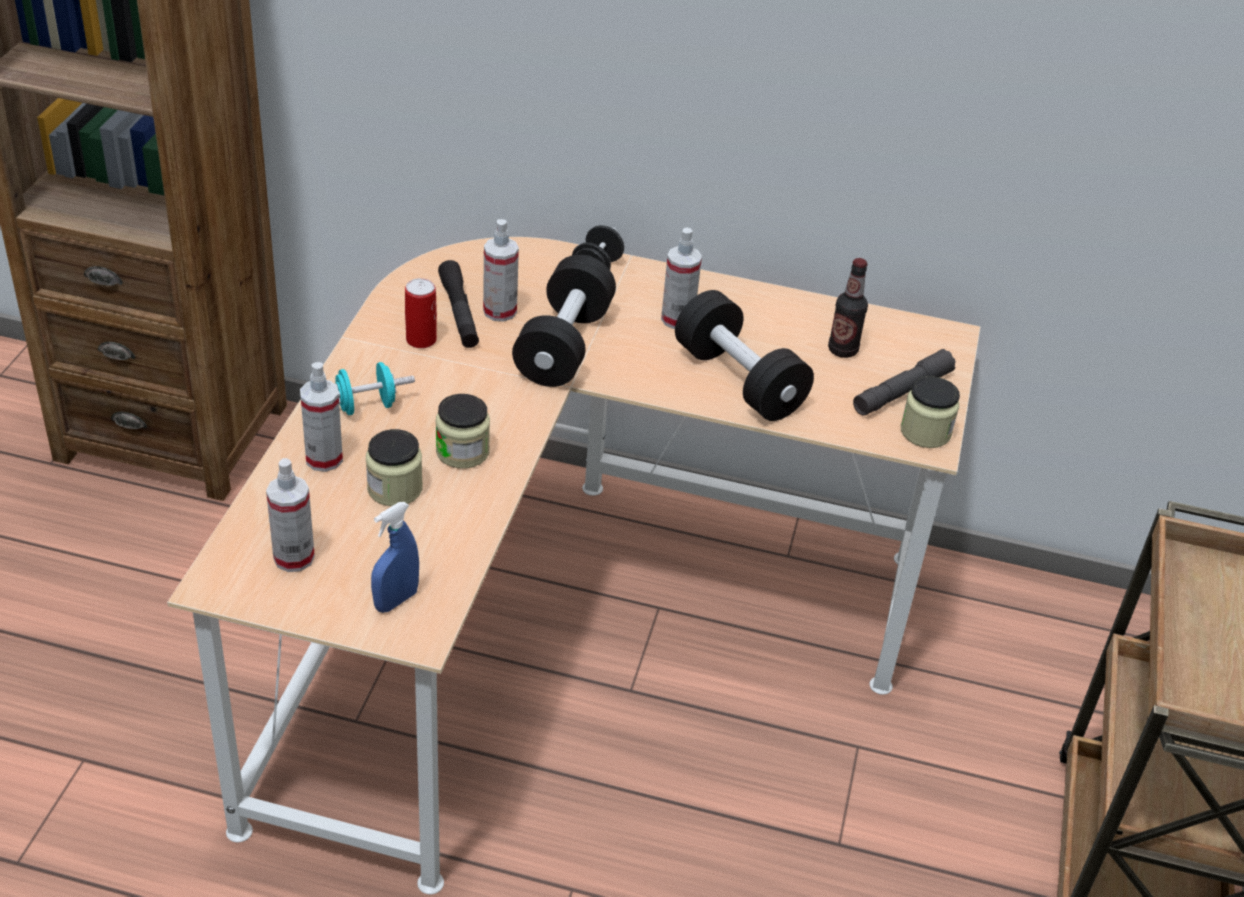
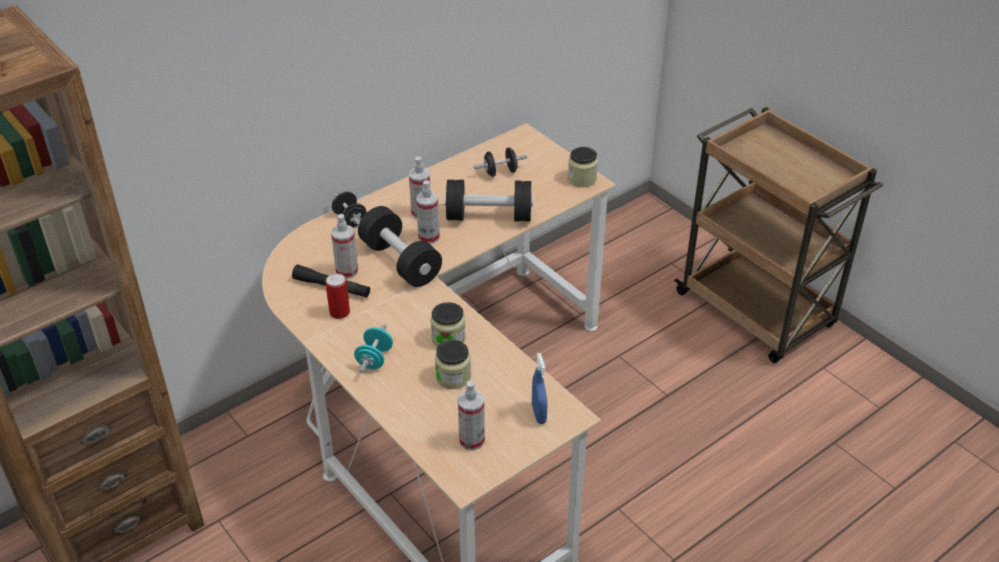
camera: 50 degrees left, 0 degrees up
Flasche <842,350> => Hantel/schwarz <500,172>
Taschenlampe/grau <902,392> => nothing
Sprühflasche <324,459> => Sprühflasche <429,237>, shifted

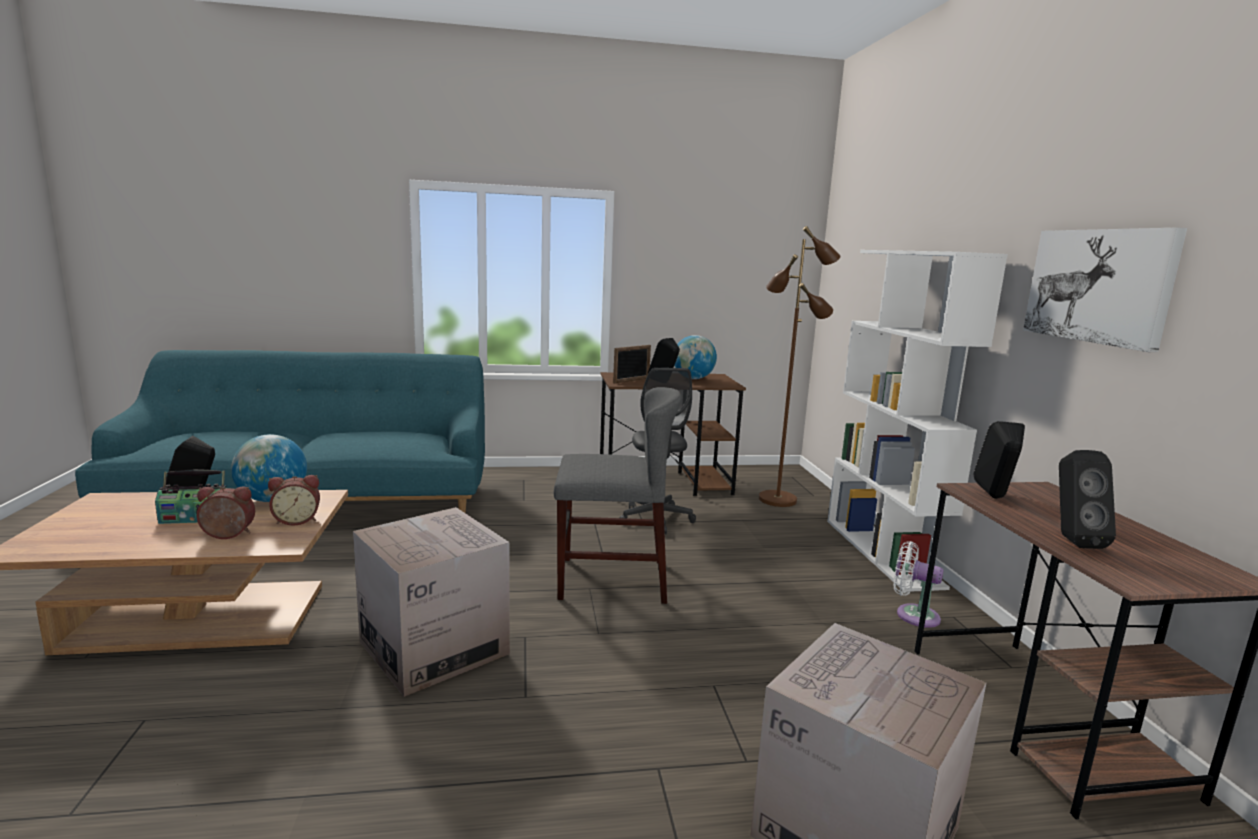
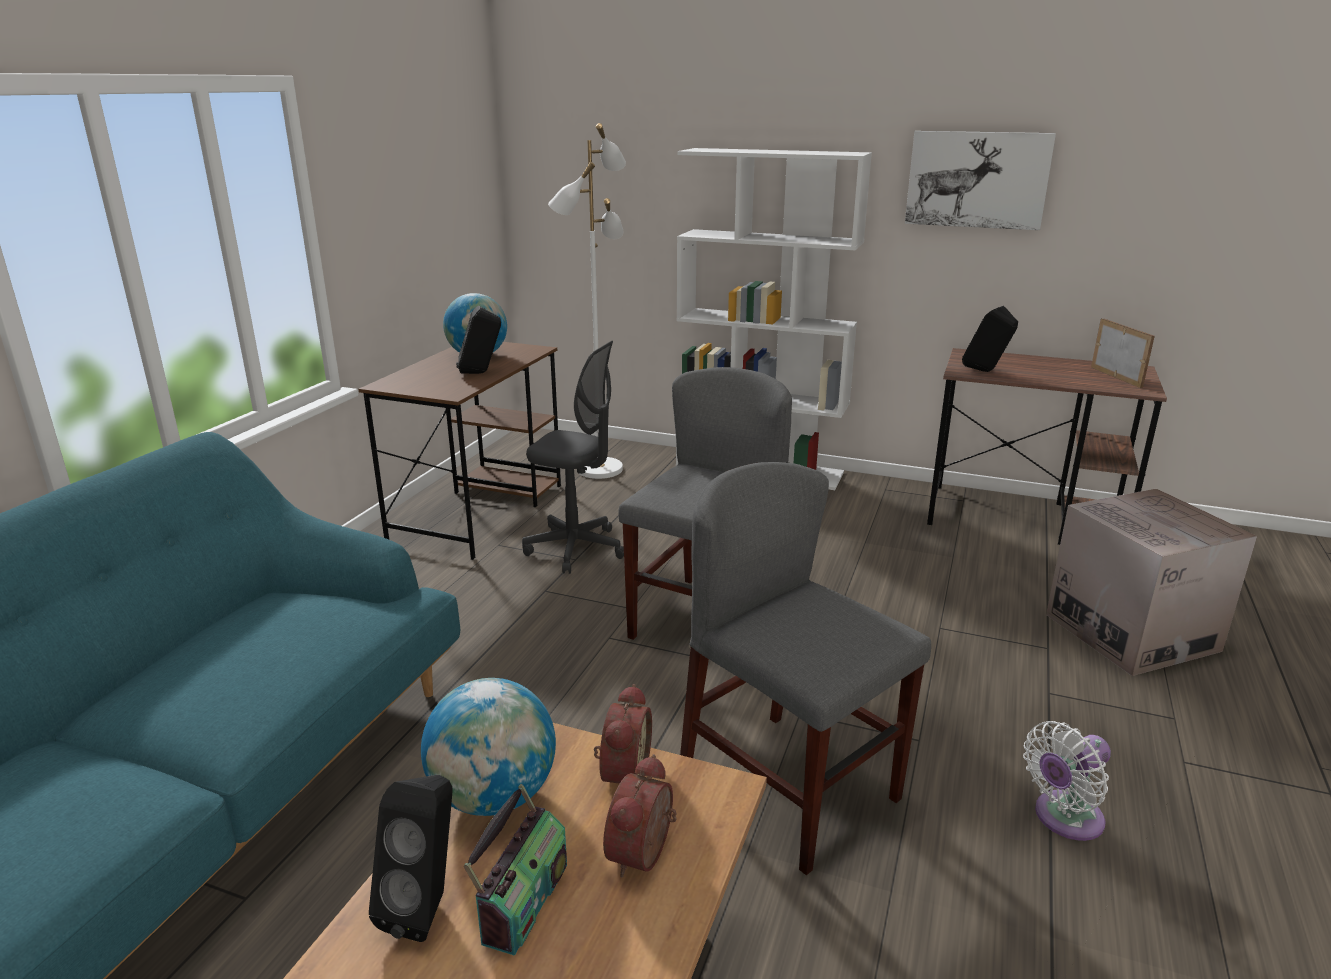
camera: 60 degrees left, 10 degrees up
Stehlampe/braun <778,499> => Stehlampe/weiß <599,469>
Bilderrahmen <631,380> => Bilderrahmen <1116,377>, shifted
Lautsprecher/schwarz <1071,540> => nothing
Karton <434,647> => Stuhl/grau <789,788>
Ventilator/weiß <913,615> => Ventilator/weiß <1063,819>, shifted

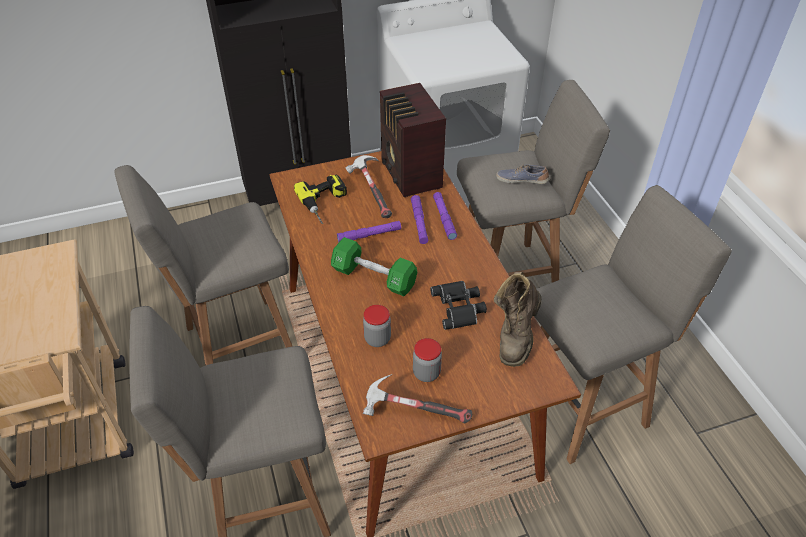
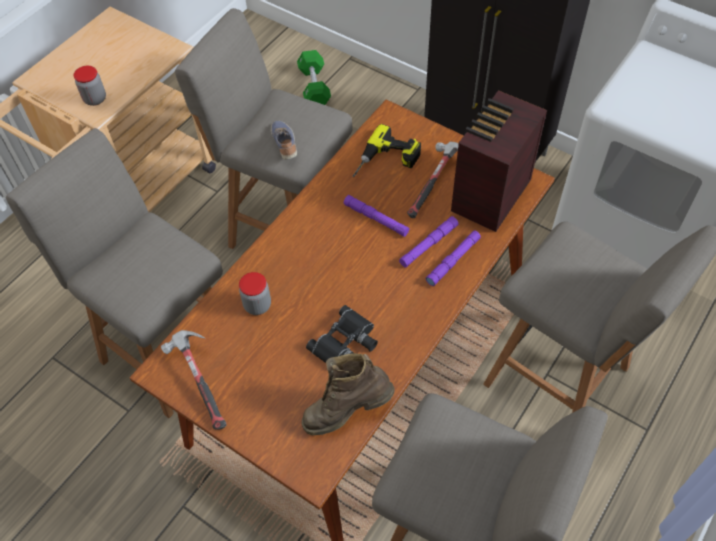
camera: 55 degrees right, 10 degrees up
Schuh <522,180> => Schuh <285,144>, shifted
Hantel/grün <374,277> => Hantel/grün <314,87>, shifted
Vorratsglas <426,373> => Vorratsglas <95,99>, shifted

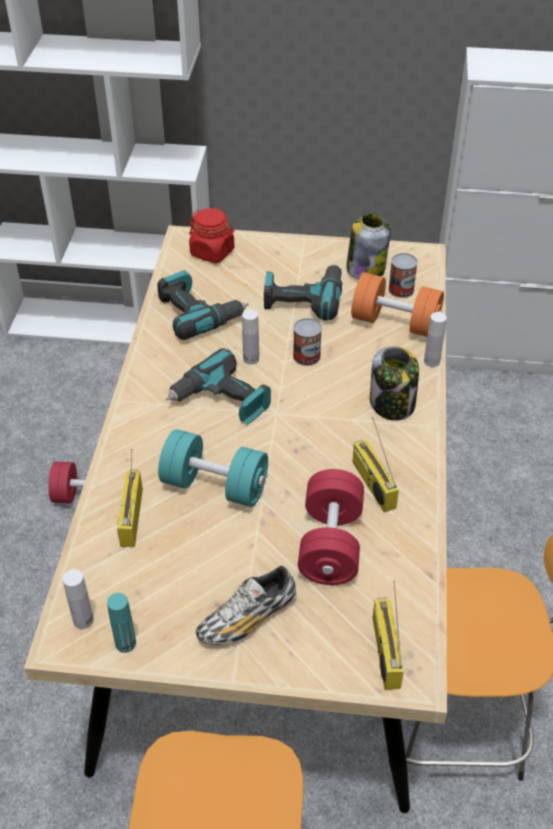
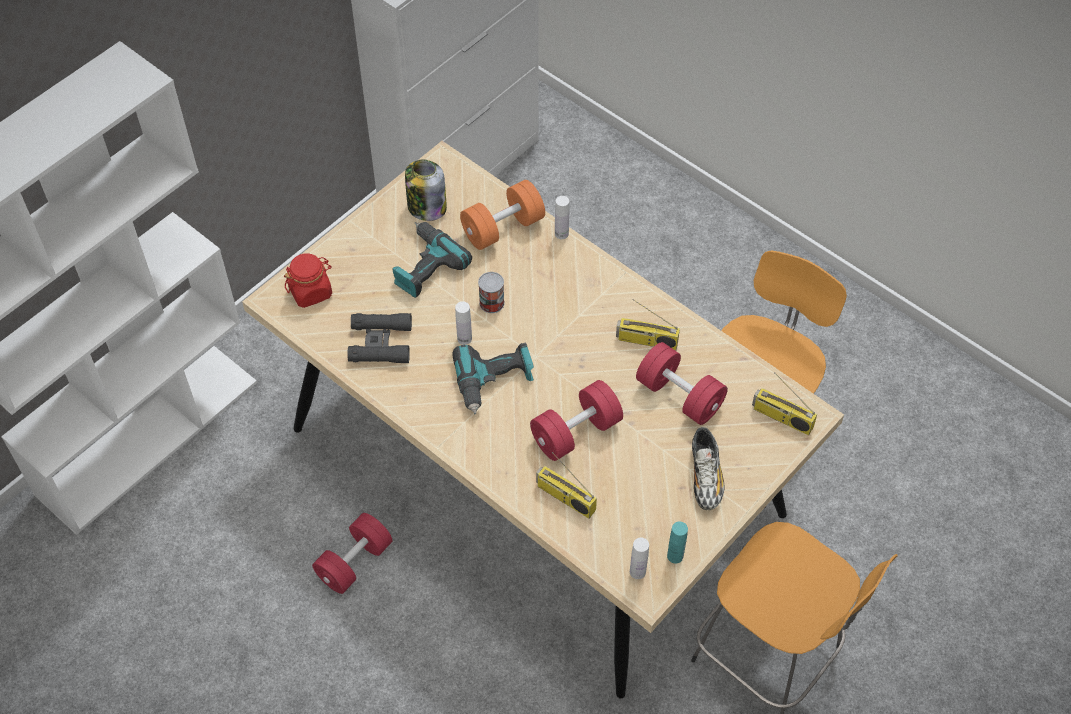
camera: 55 degrees left, 10 degrees up
Dose <401,289> => nothing
Bohrmaschine <198,313> => Fernglas/schwarz <380,343>
Vorratsglas <392,404> => nothing
Hantel/türkis <214,485> => Hantel/rot <576,432>

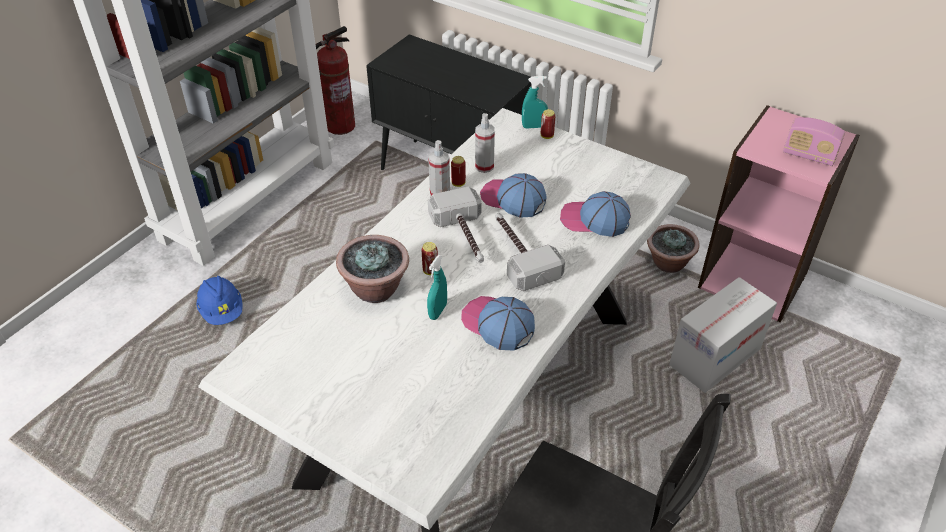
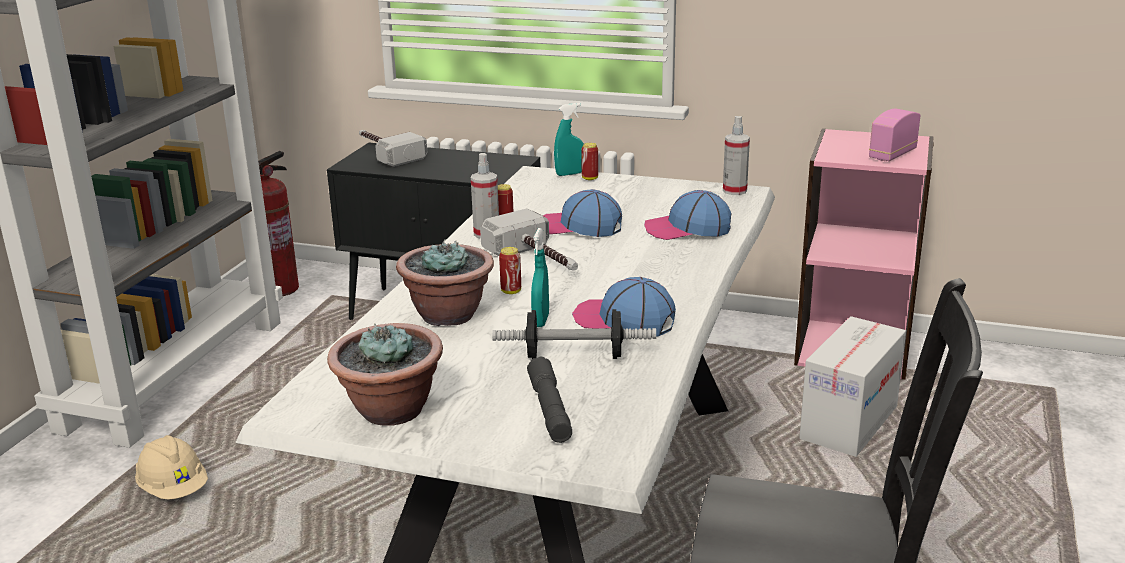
camera: 15 degrees left, 20 degrees down
Sprühflasche <484,166> => Sprühflasche <734,191>, shifted
Radio <808,156> => Radio <892,154>, 120 degrees clockwise
Hammer <519,254> => Hammer <385,153>, shifted
Topfpflanze <668,264> => Topfpflanze <391,411>, shifted
Schutzhelm/blau <222,311> => Schutzhelm/beige <174,489>
nothing => Hantel <574,356>
nothing => Taschenlampe/grau <550,409>

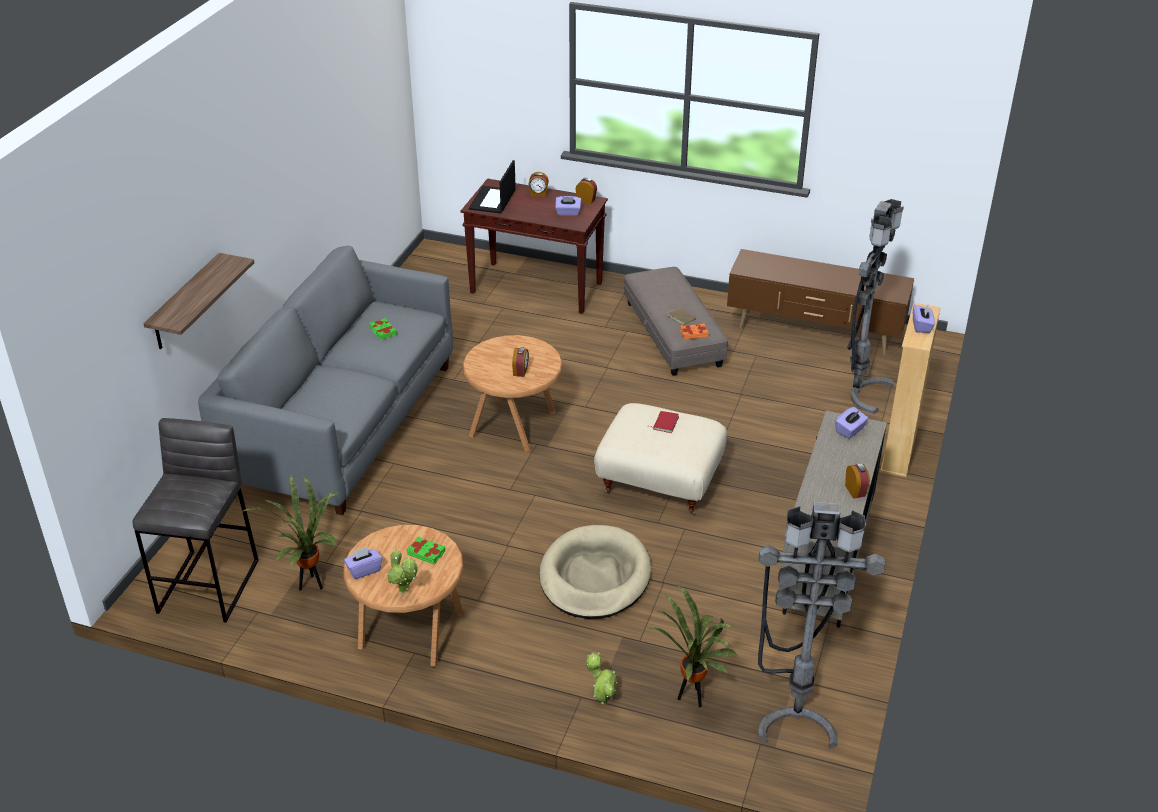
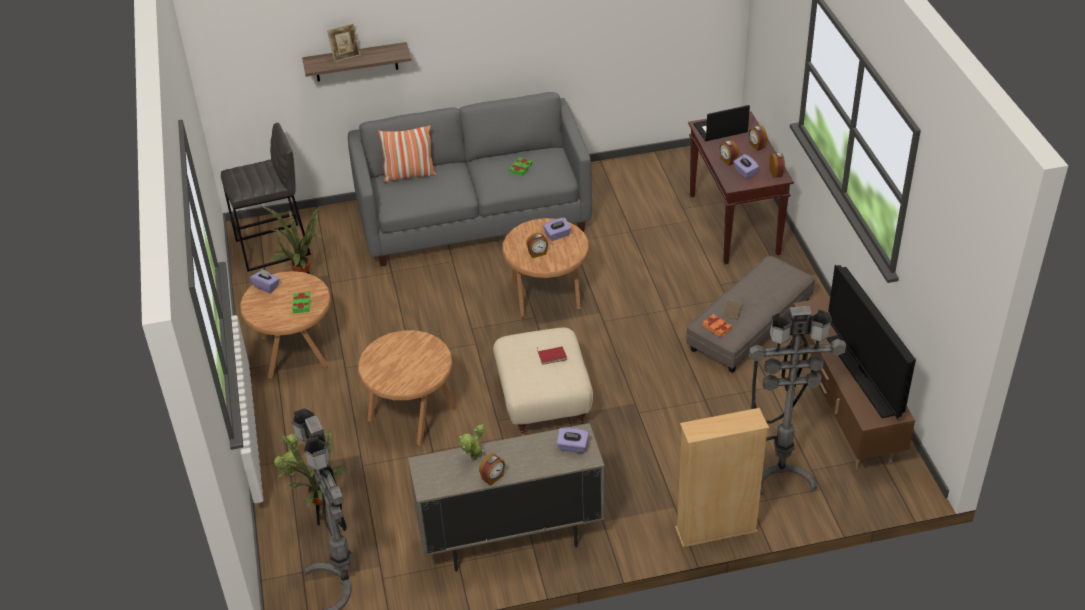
camera: 60 degrees right, 5 degrees up
Taschentuchbox/lila <921,326> => Taschentuchbox/lila <557,235>, shifted
Hundebett/beige <594,576> => Beistelltisch/braun <411,413>
Topfpflanze <404,592> => Topfpflanze <473,459>, shifted
nothing => Bilderrahmen <346,56>
nothing => Kissen <409,175>
nothing => Wecker <728,160>
nothing => Fernseher <863,375>

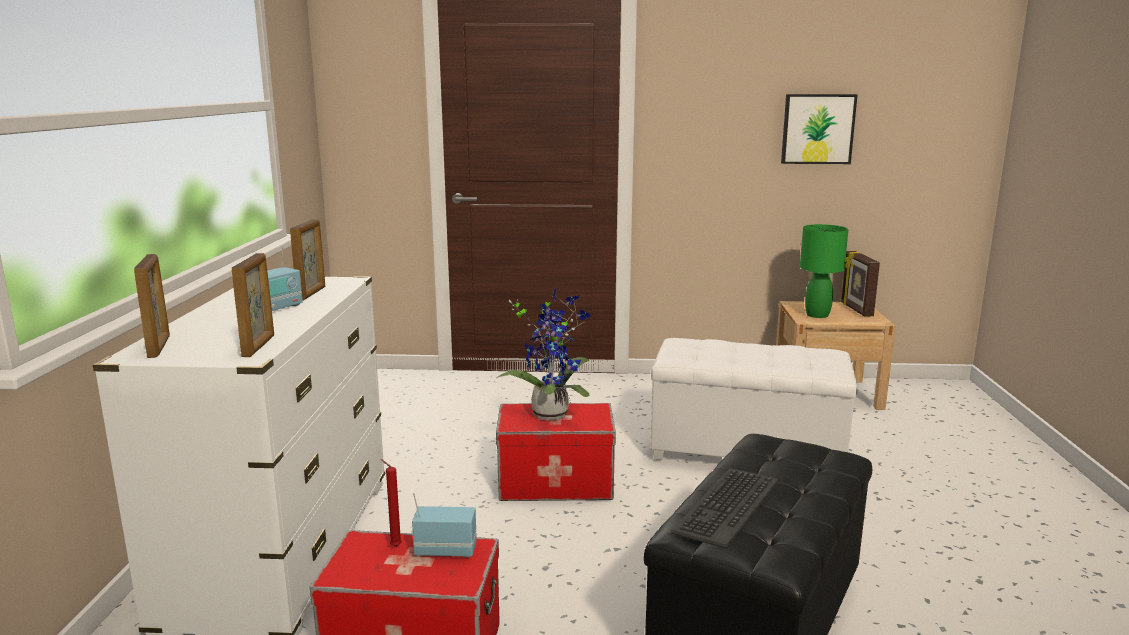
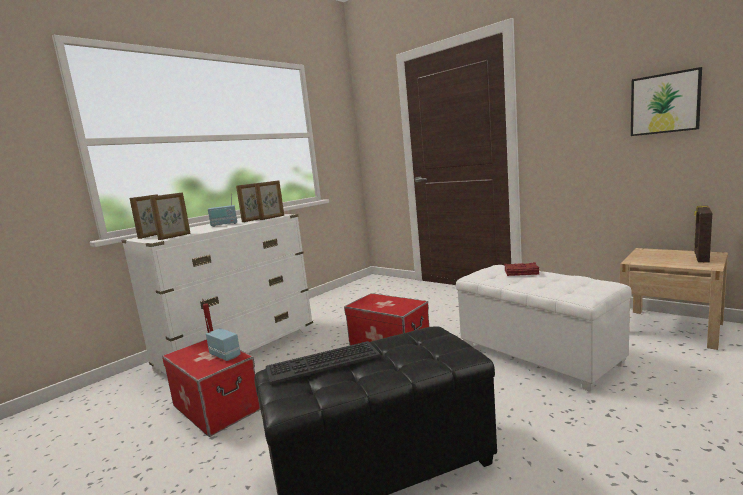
camera: 40 degrees right, 5 degrees down
Tischlampe/grün <817,315> => nothing
Topfpflanze <551,413> => nothing
nothing => Bilderrahmen <272,217>
nothing => Buch/rot <521,272>

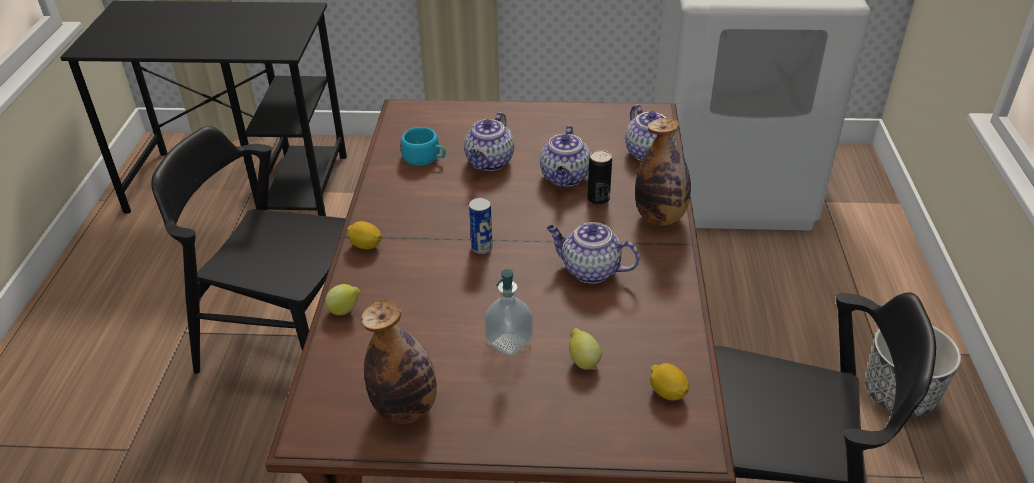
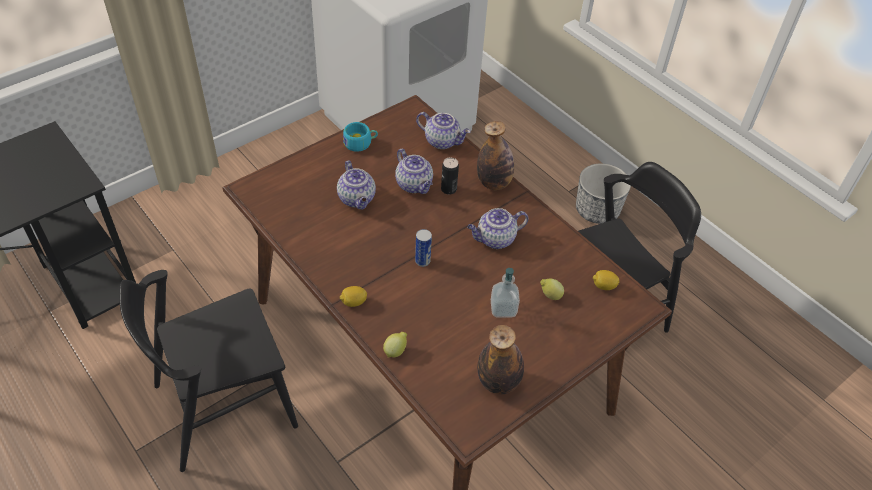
camera: 45 degrees left, 10 degrees up
Tasse/türkis <425,158> => Tasse/türkis <360,143>, shifted

